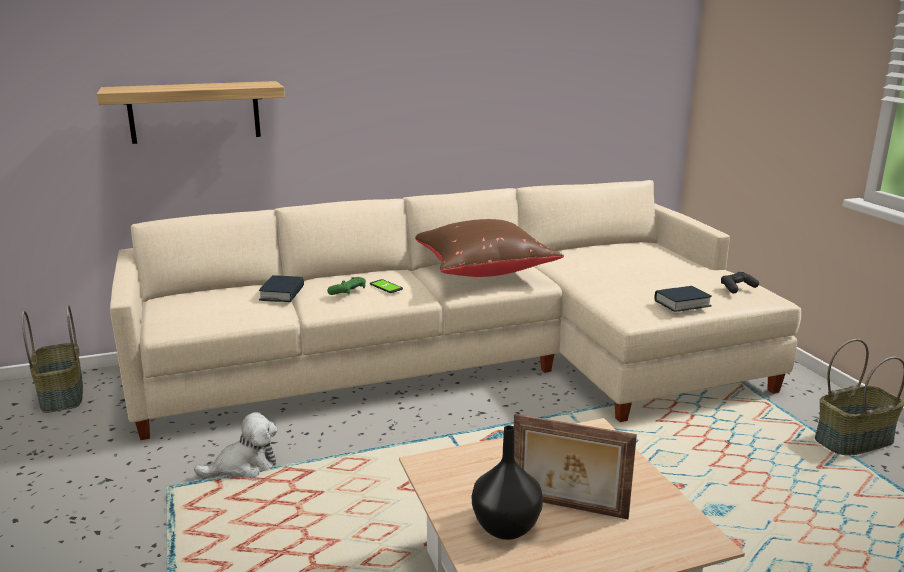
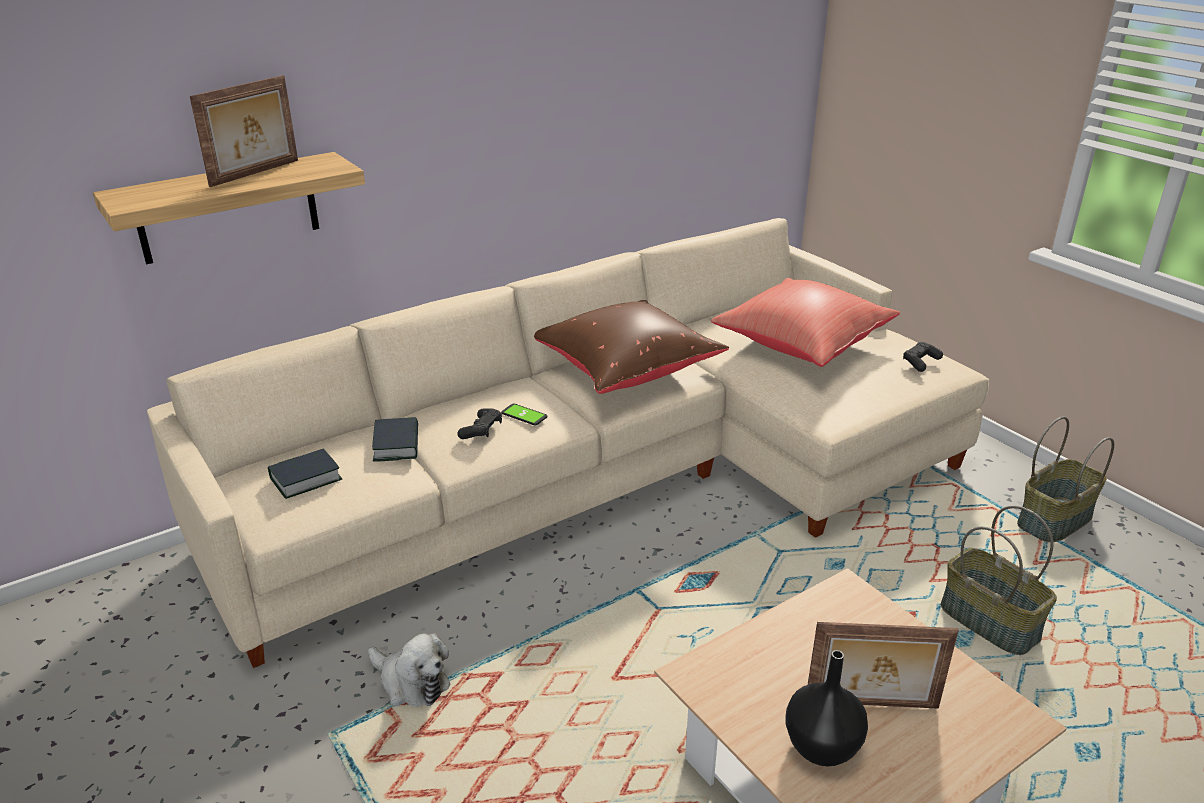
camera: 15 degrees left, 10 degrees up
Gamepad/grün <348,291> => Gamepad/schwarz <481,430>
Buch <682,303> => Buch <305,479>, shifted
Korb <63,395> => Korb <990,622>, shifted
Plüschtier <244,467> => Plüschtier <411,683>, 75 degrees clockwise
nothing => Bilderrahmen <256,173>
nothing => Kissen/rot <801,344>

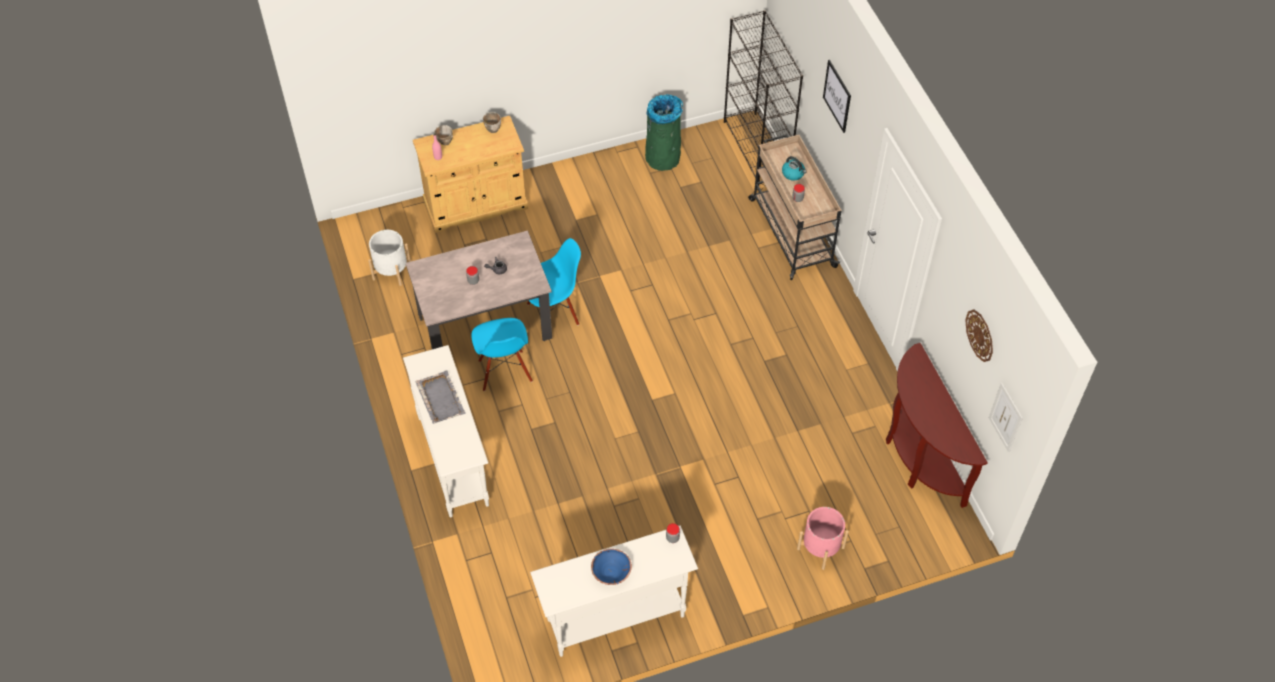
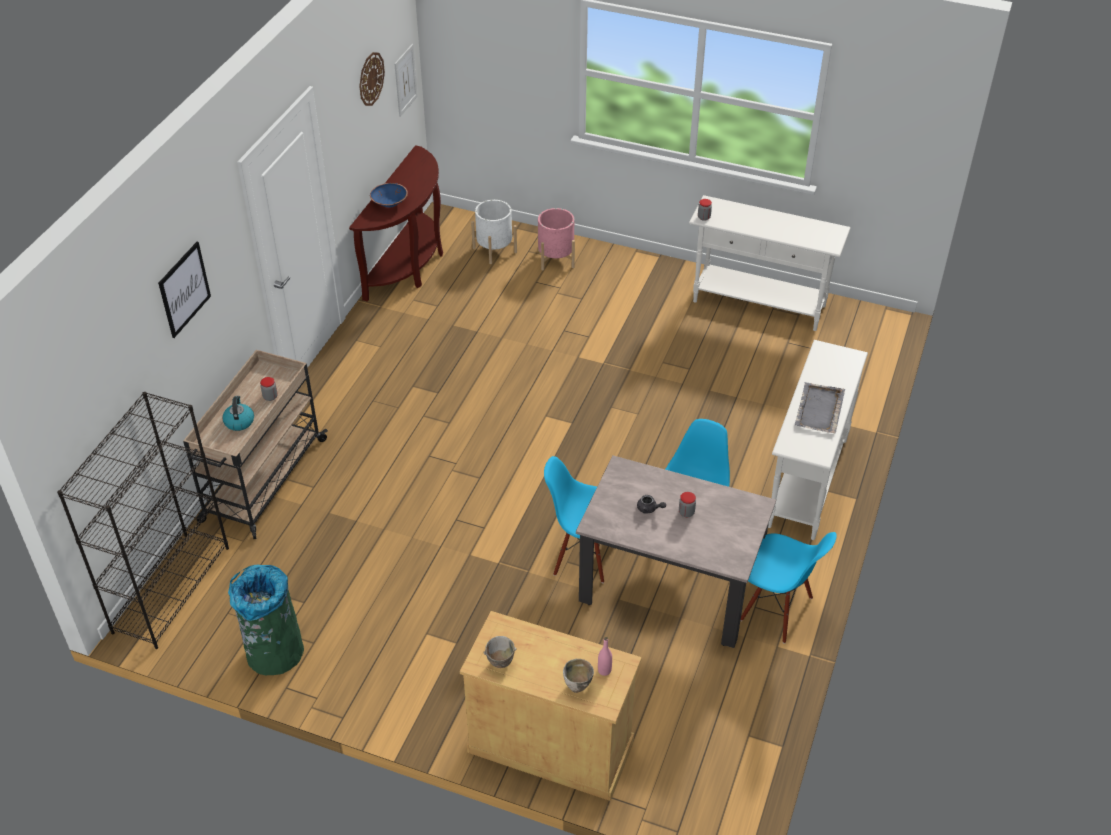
camera: 140 degrees left, 10 degrees down
Pflanzkübel/weiß <392,271> => Pflanzkübel/weiß <494,250>, shifted
Schüssel/blau <611,572> => Schüssel/blau <390,203>, shifted
nothing => Stuhl/blau <776,610>

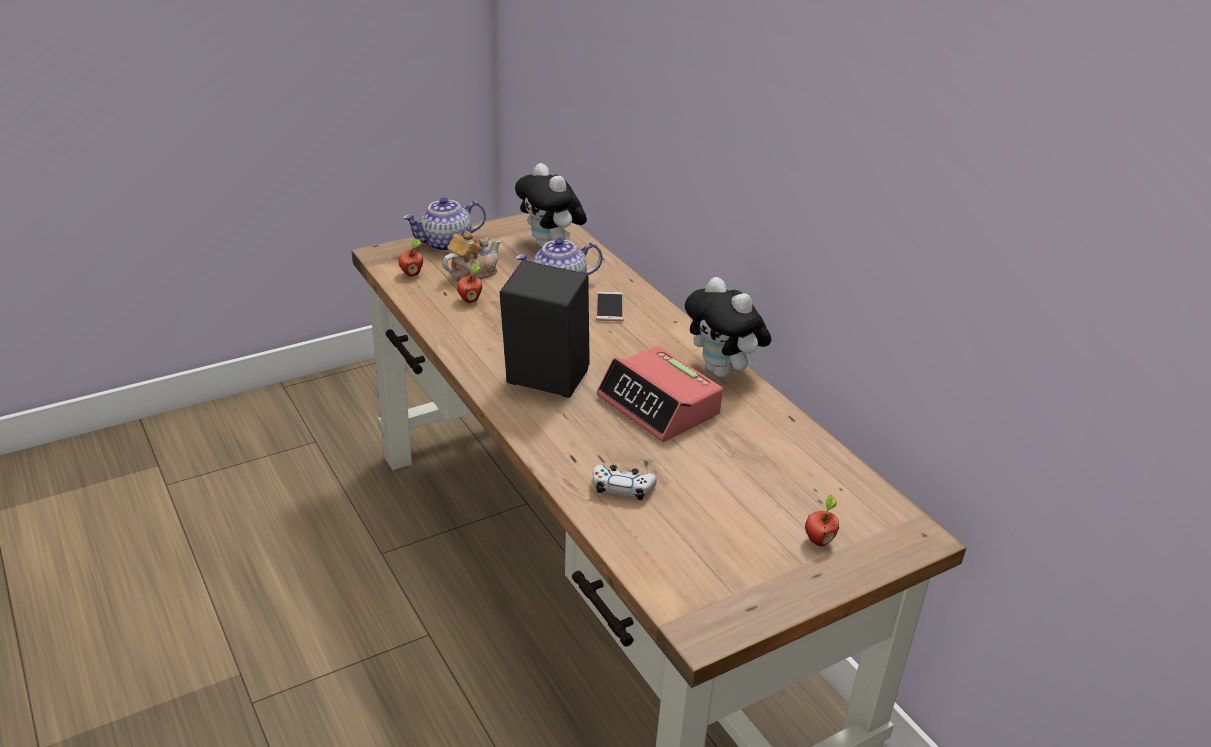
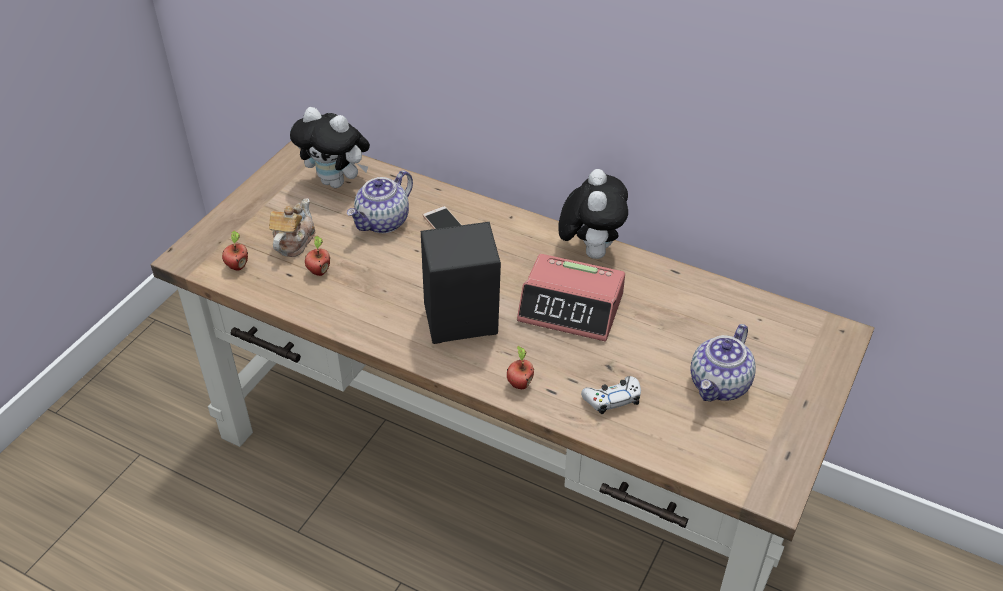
camera: 30 degrees left, 10 degrees up
Teekanne <446,244> => Teekanne <720,385>, shifted
Plüschtier <723,372> => Plüschtier <590,251>, 105 degrees counterclockwise
Apfel <818,540> => Apfel <519,384>, shifted

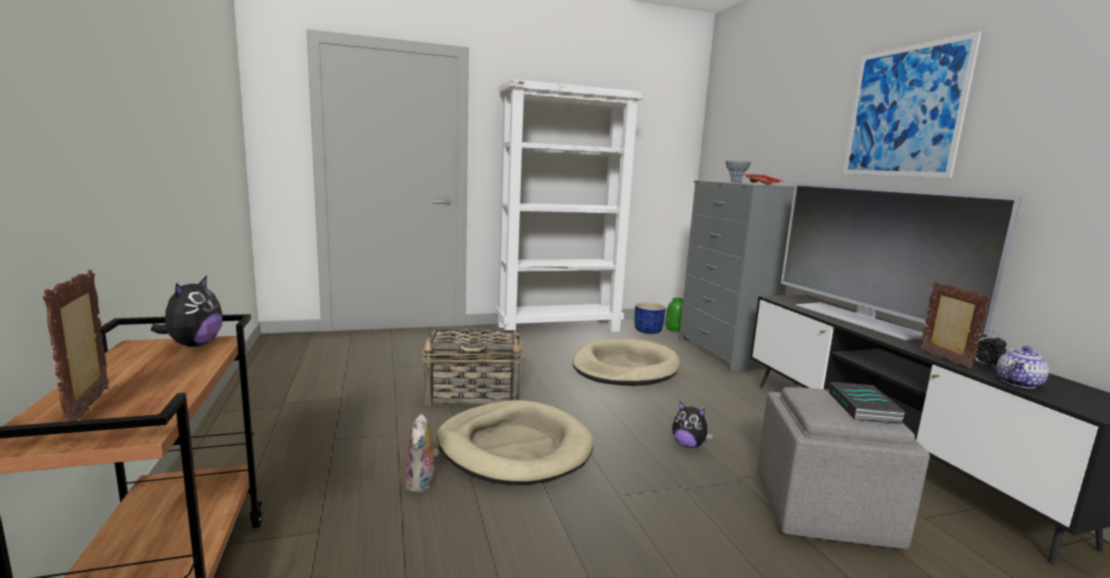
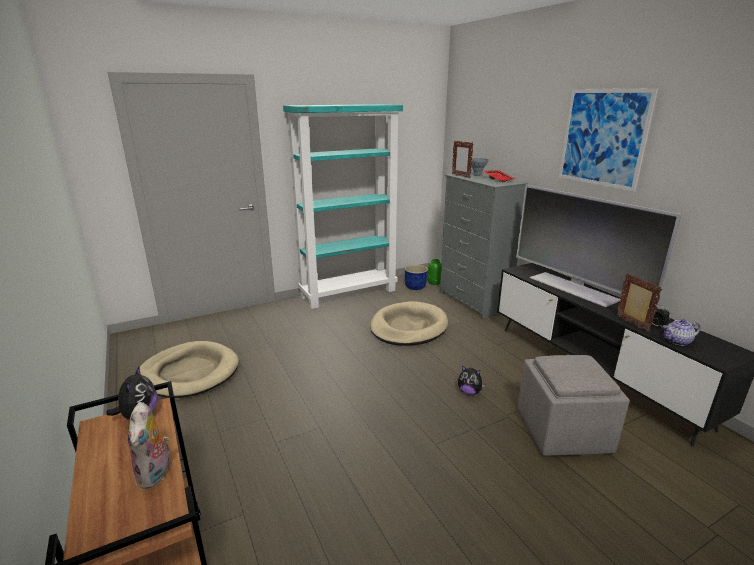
camera: 10 degrees left, 10 degrees up
Bücherregal/weiß <559,328> => Bücherregal/türkis <349,293>
Bilderrahmen <90,407> => Bilderrahmen <461,176>, shifted
Korb <474,394> => nothing
Teekanne <1019,383> => Teekanne <677,341>, 45 degrees clockwise
Buch <865,408> => nothing
Hundebett/beige <514,447> => Hundebett/beige <190,373>, shifted
Plüschtier <422,484> => Plüschtier <156,474>, shifted

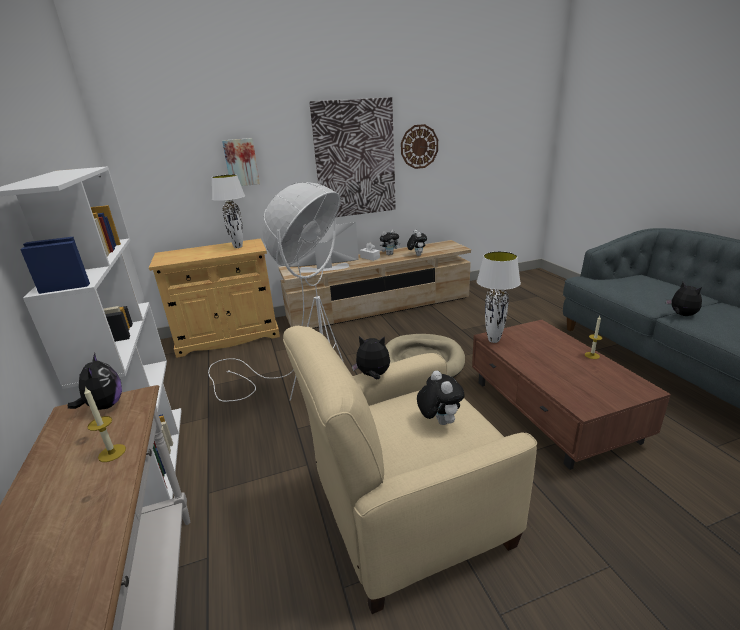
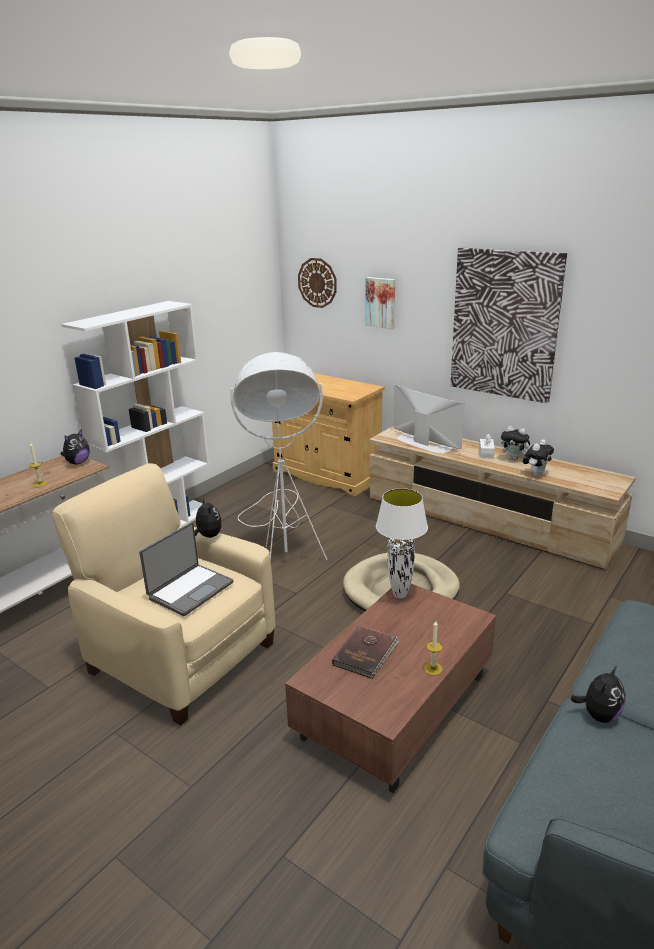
camera: 55 degrees right, 0 degrees up
Wanduhr <419,146> => Wanduhr <317,283>, shifted
Tischlampe/weiß <238,247> => nothing
Plüschtier <438,421> => Laptop <190,590>
nothing => Buch/braun <366,654>

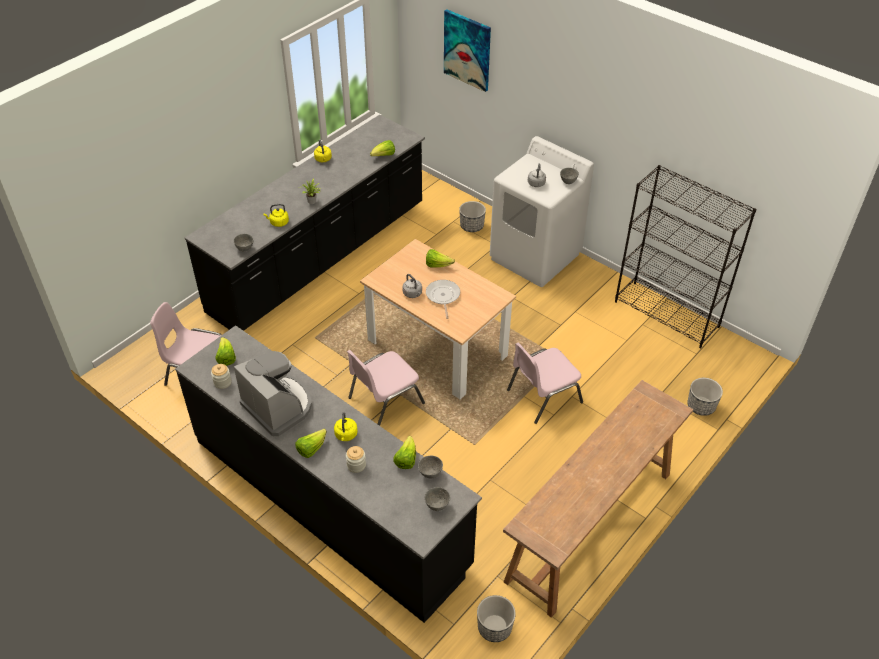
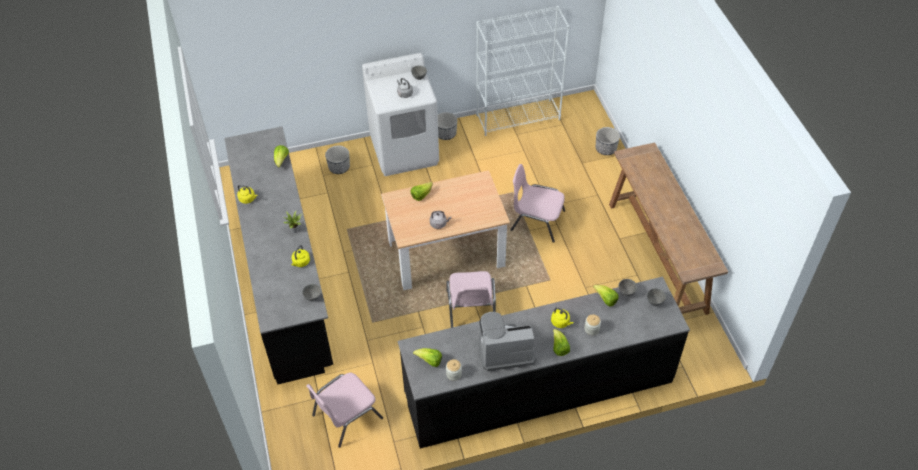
camera: 55 degrees left, 5 degrees up
Bild <467,50> => nothing
Bücherregal/schwarz <667,314> => Bücherregal/weiß <518,117>
Pfanne <443,296> => nothing
Stuhl/rosa <542,396> => Stuhl/rosa <536,220>, 105 degrees clockwise
Pflanzkübel <494,628> => Pflanzkübel <446,134>, shifted

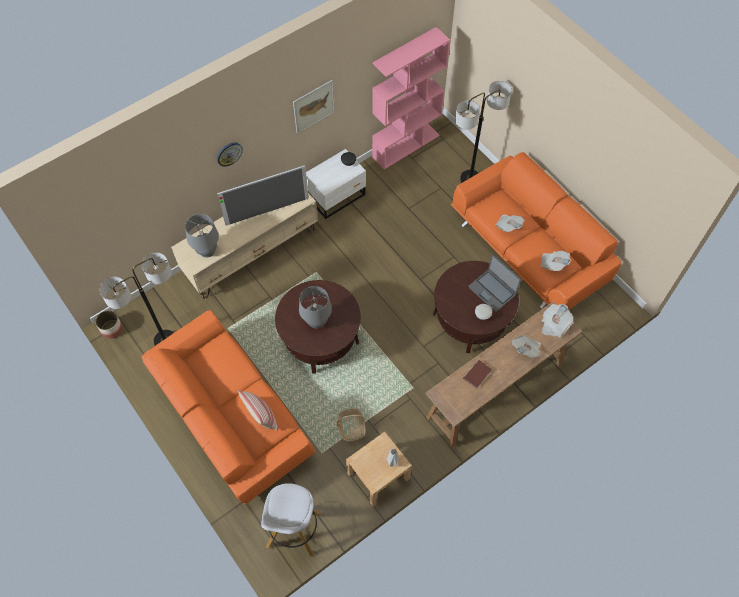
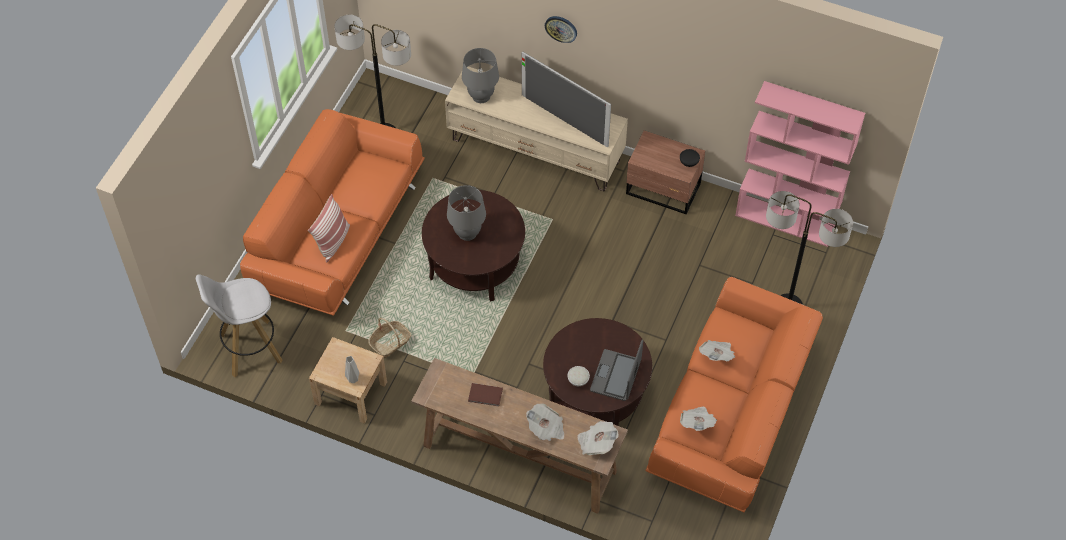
camera: 60 degrees right, 5 degrees down
Bild <314,106> => nothing
Nachttisch/weiß <337,196> => Nachttisch/braun <663,190>
Pflanzkübel <111,329> => nothing

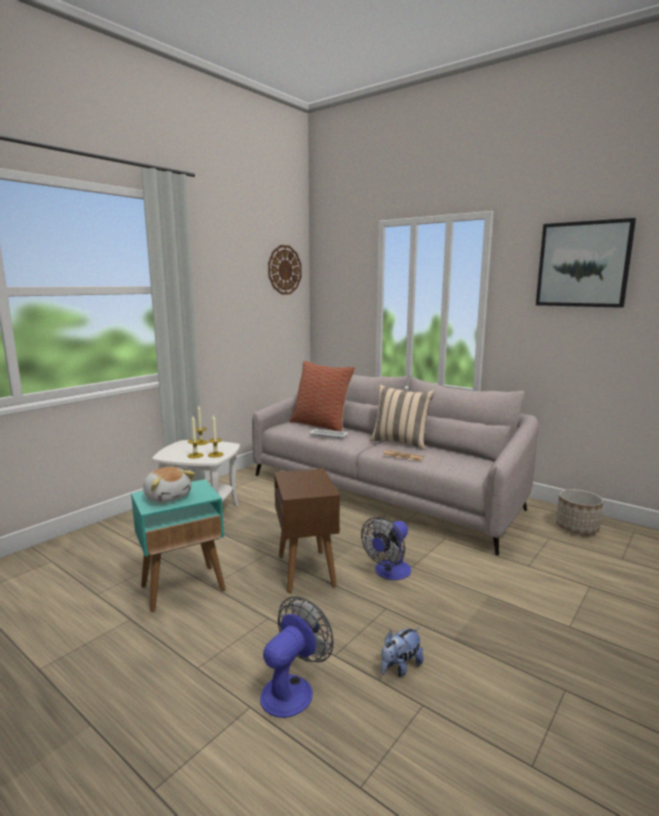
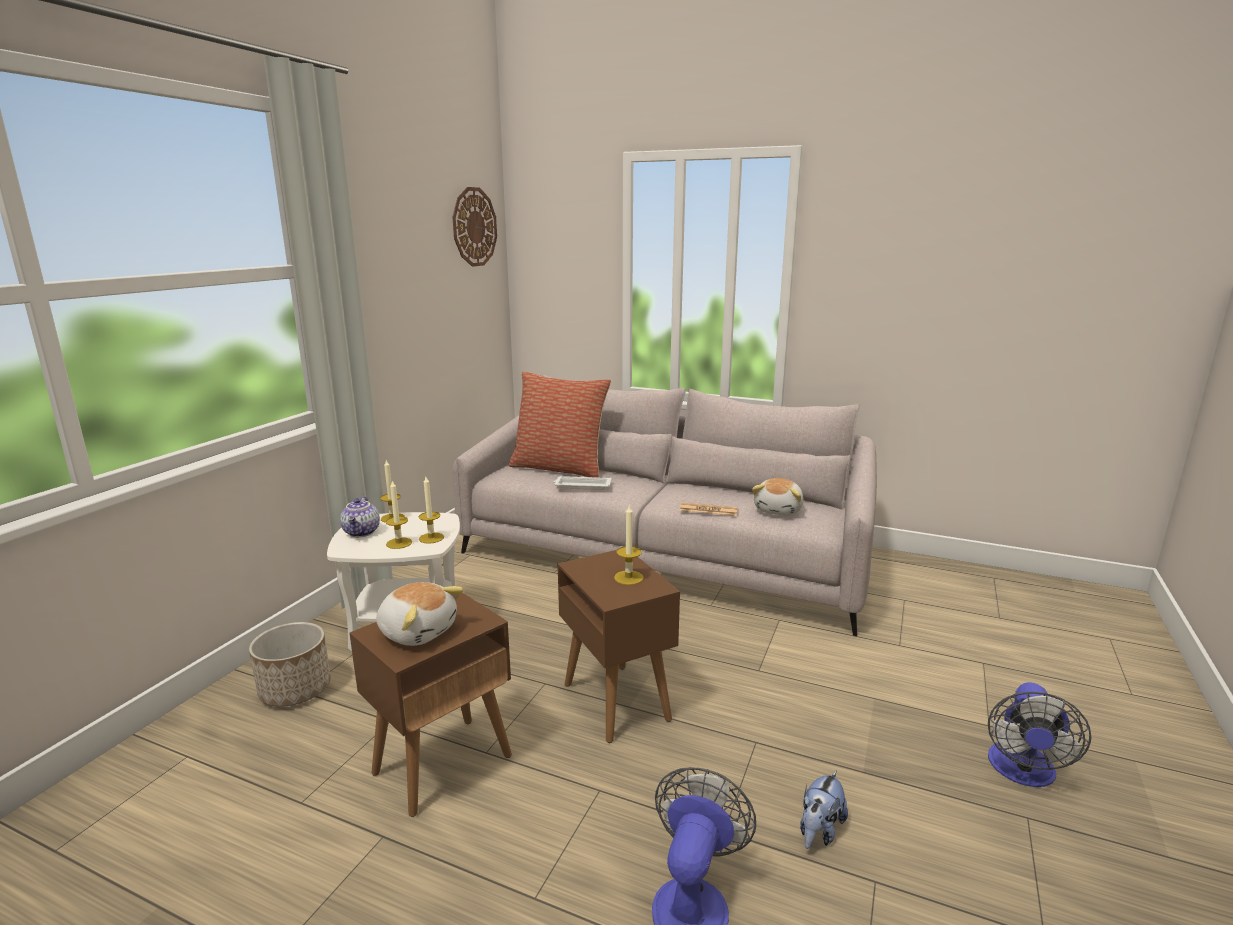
camera: 15 degrees left, 5 degrees up
Bild <583,264> => nothing
Kissen/beige <400,442> => nothing
Beistelltisch/türkis <184,587> => Beistelltisch/braun <444,763>
Pflanzkübel <577,528> => Pflanzkübel <296,689>, shifted
Ventilator <389,573> => Ventilator <1022,772>, shifted
nothing => Plüschtier <779,510>
nothing => Teekanne <362,532>
nothing => Kerze <628,577>

